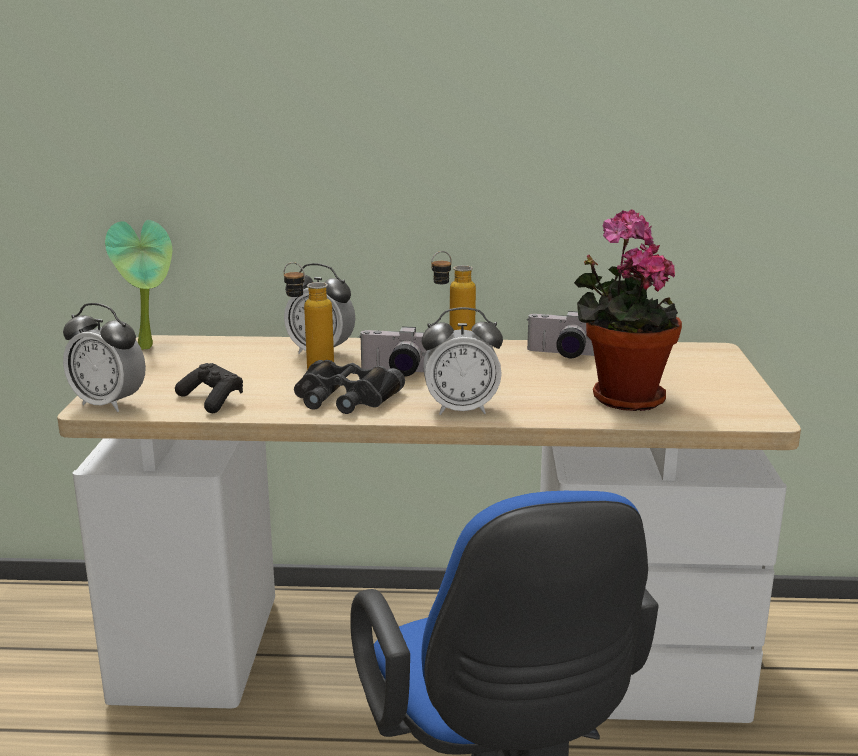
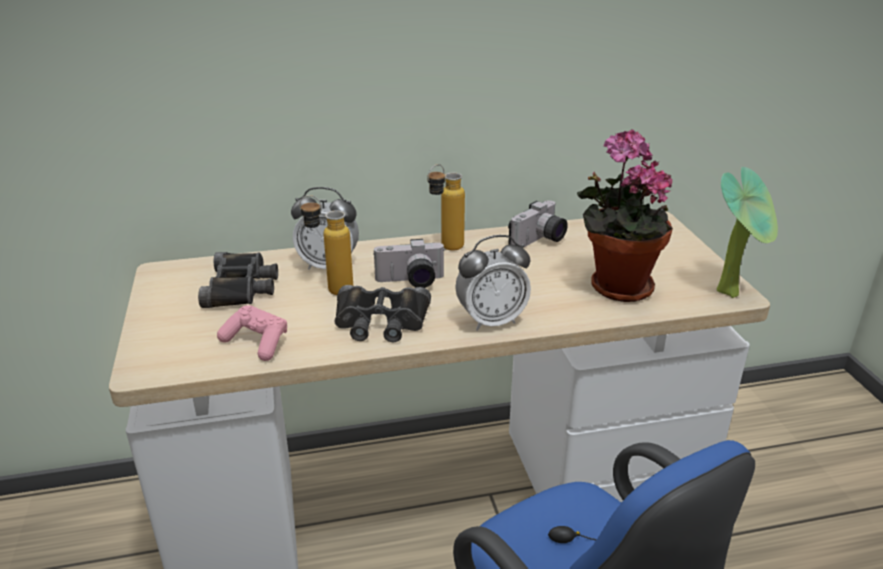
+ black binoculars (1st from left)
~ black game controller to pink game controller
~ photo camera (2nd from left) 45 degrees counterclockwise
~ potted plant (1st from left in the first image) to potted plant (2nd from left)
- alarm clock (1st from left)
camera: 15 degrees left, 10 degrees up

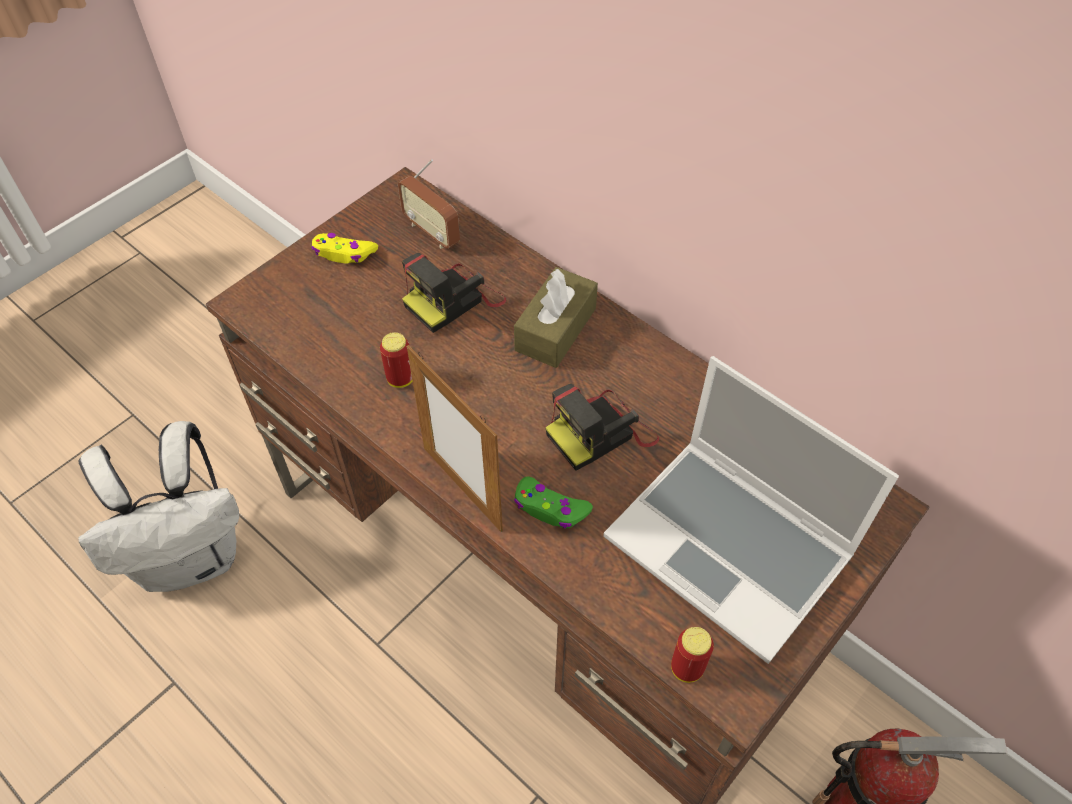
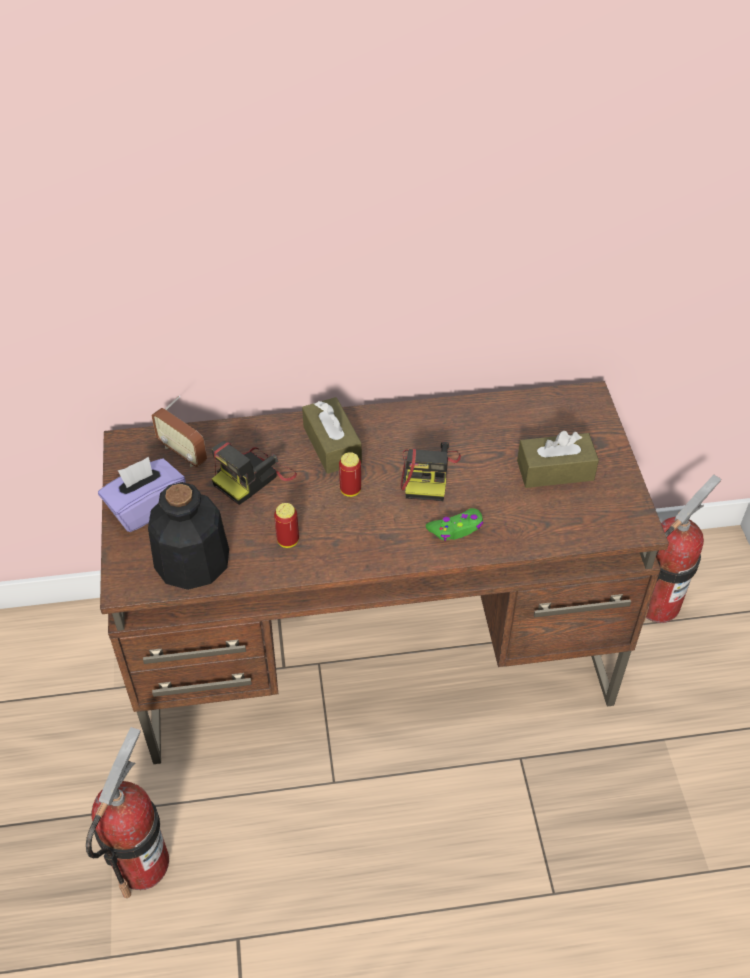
~ white backpack to fire extinguisher (1st from left)
~ yellow game controller to purple tissue box
+ bottle
~ radio 45 degrees clockwise
~ photo camera (1st from left) 45 degrees clockwise
~ can (2nd from left)
~ laptop to brown tissue box (2nd from left)
- picture frame
camera: 50 degrees left, 5 degrees down

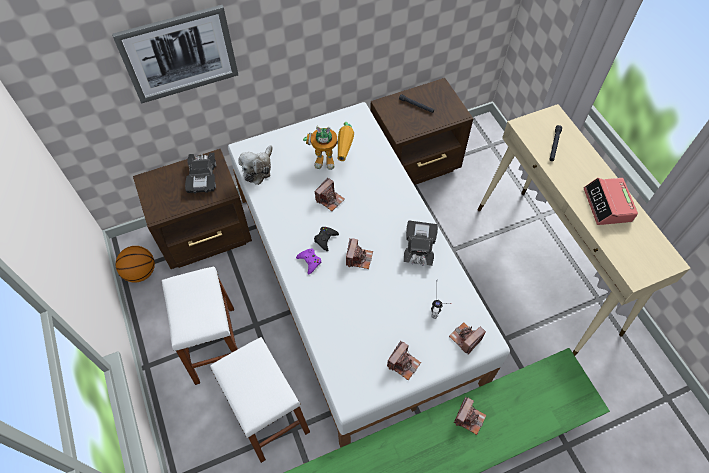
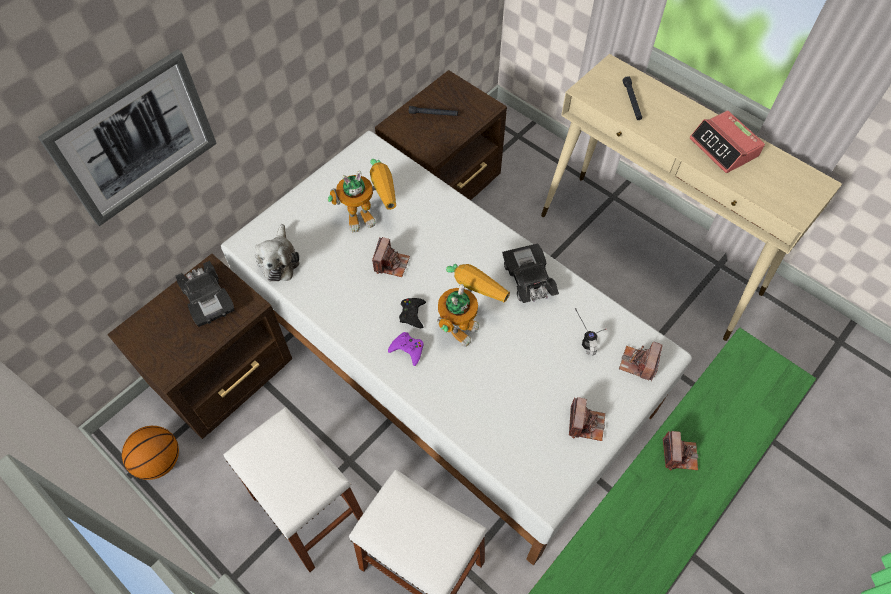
~ photo camera (2nd from left) to toy robot (2nd from left)
camera: 25 degrees left, 0 degrees up

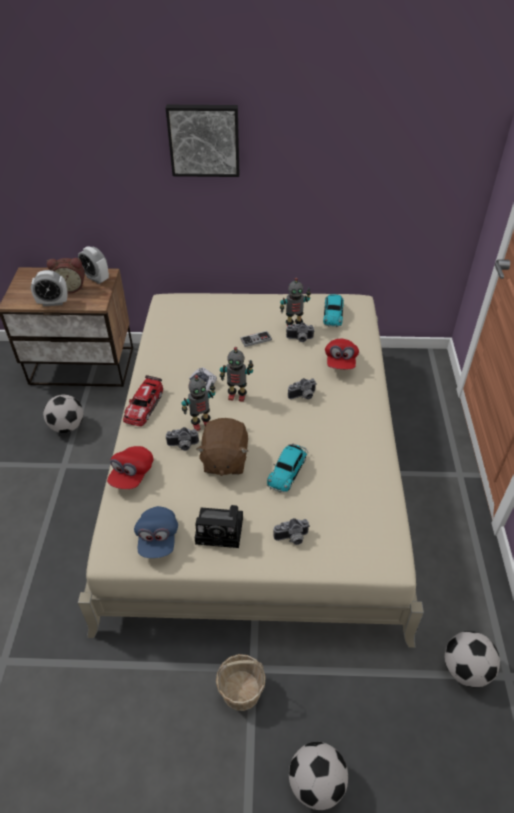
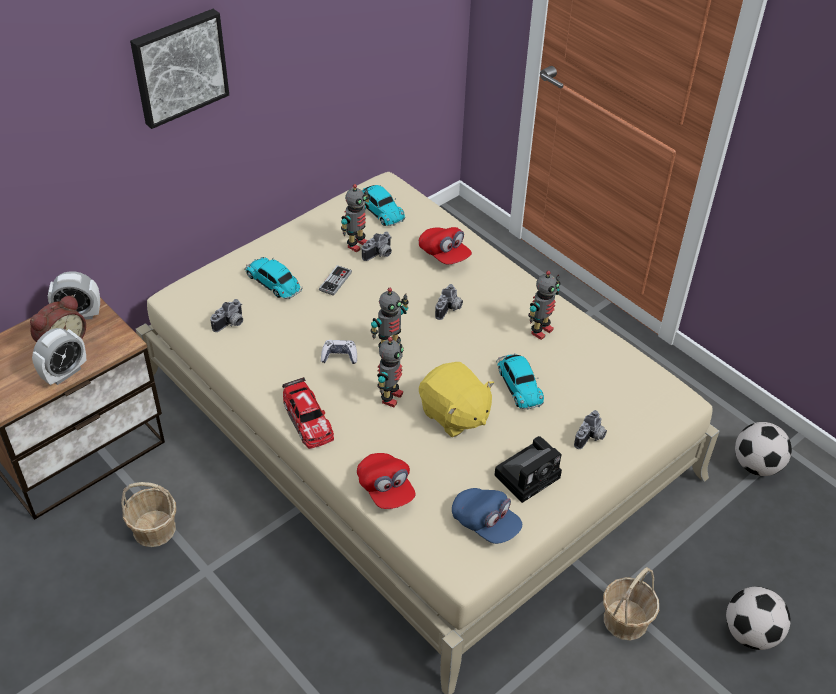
~ football (1st from left) to basket (1st from left)
~ photo camera (1st from left)
+ toy car (1st from left)
~ brown plush toy to yellow plush toy
+ toy robot (4th from left)
camera: 45 degrees left, 0 degrees up

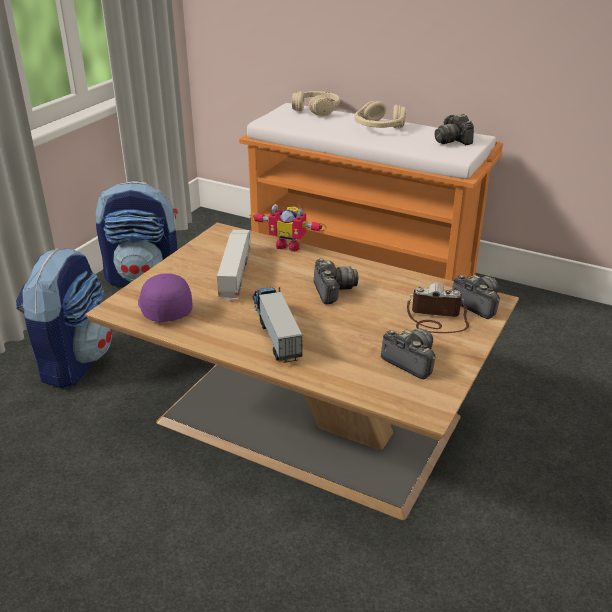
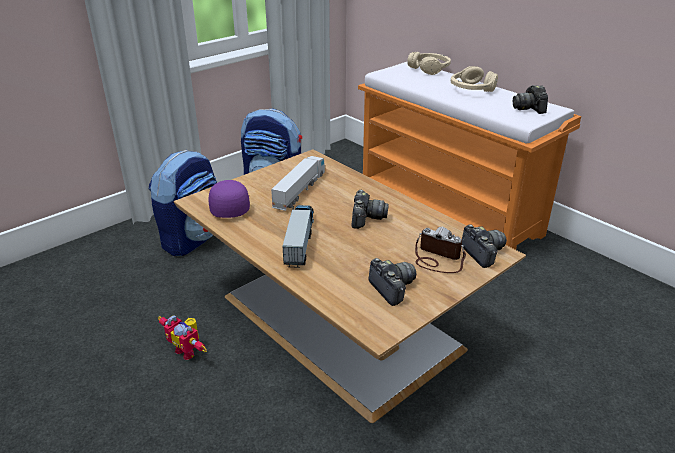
~ toy robot
camera: 20 degrees right, 0 degrees up

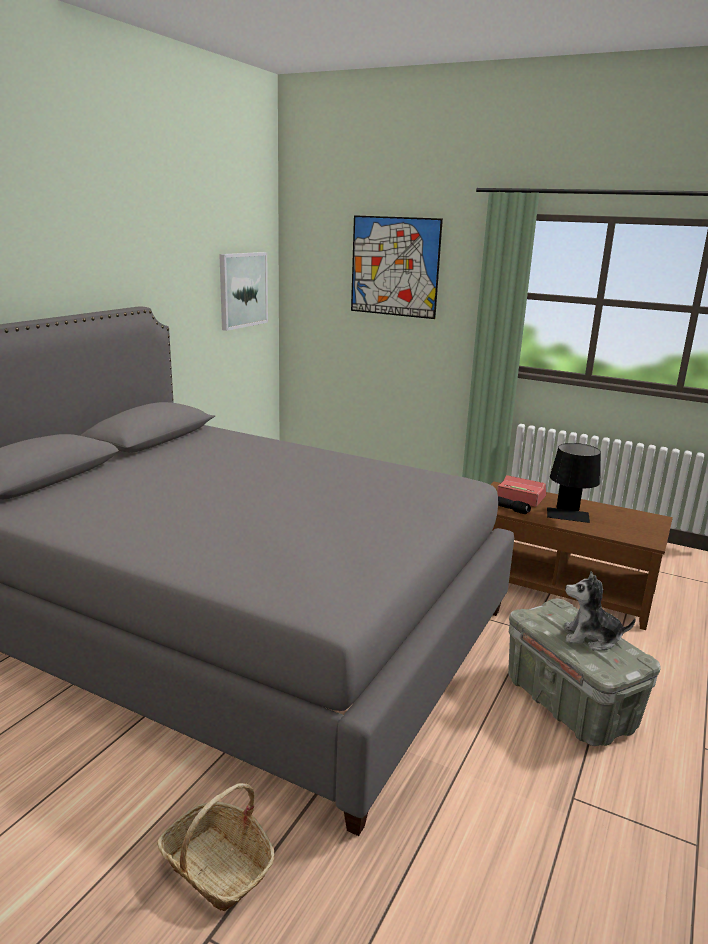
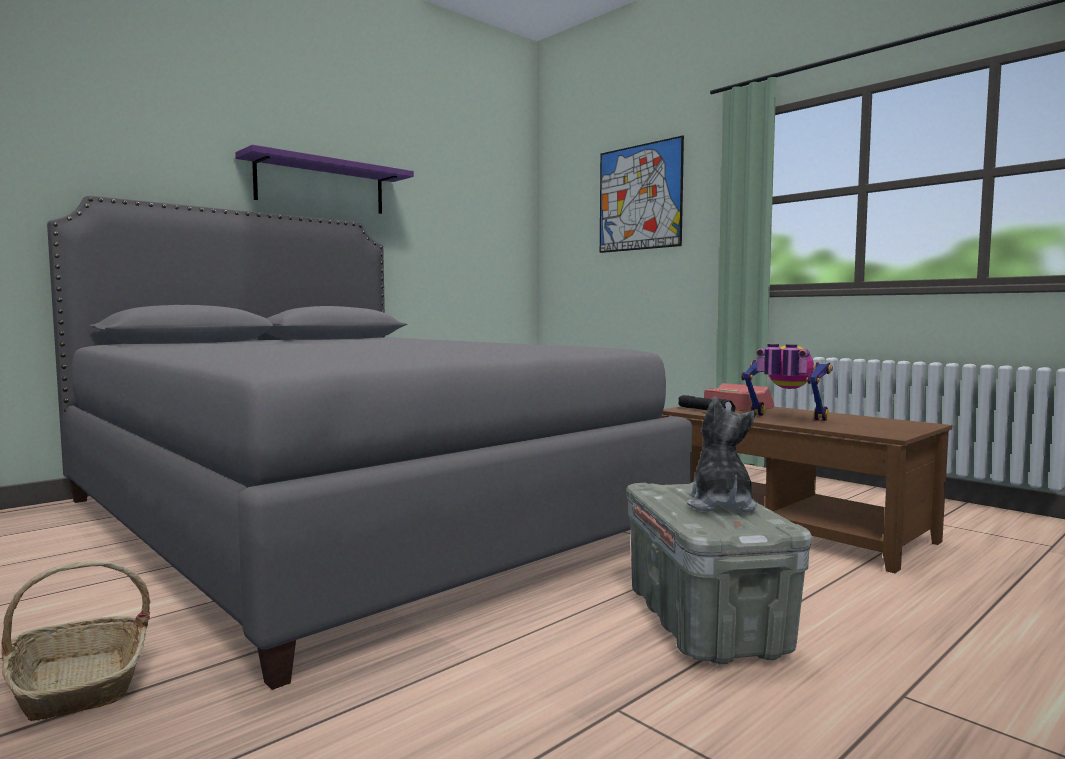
+ purple shelf
~ plush toy 60 degrees clockwise
~ black table lamp to toy robot
- picture (1st from left)
camera: 20 degrees right, 15 degrees down

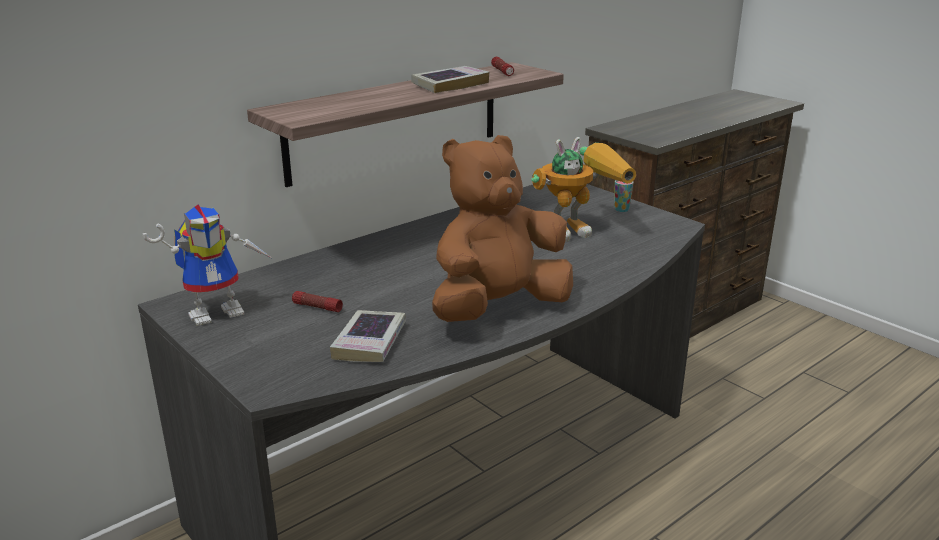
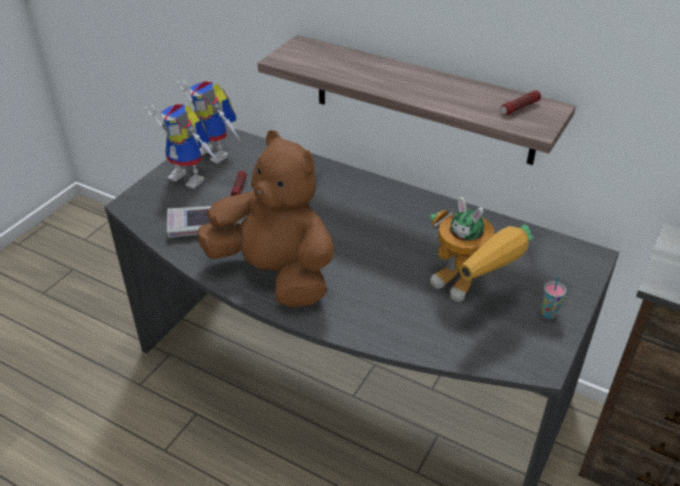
+ toy robot (1st from left)
- book (2nd from left)
camera: 70 degrees right, 15 degrees up

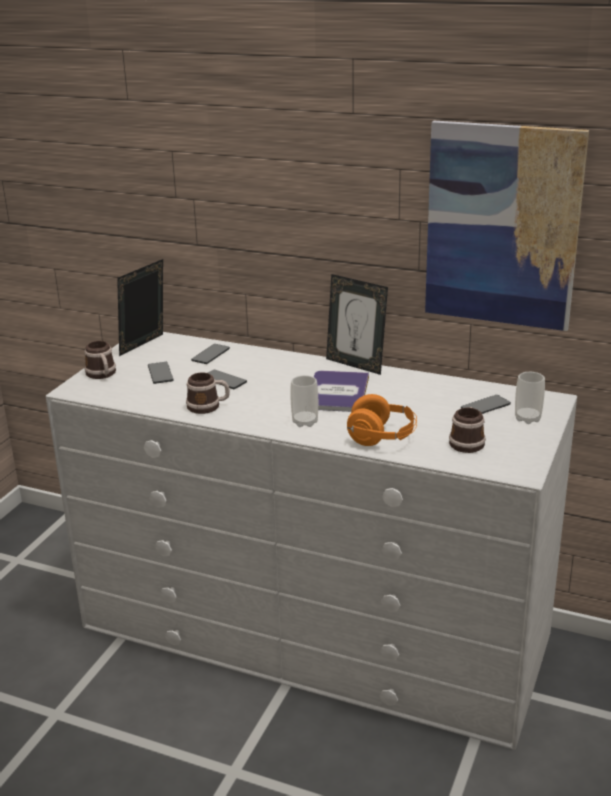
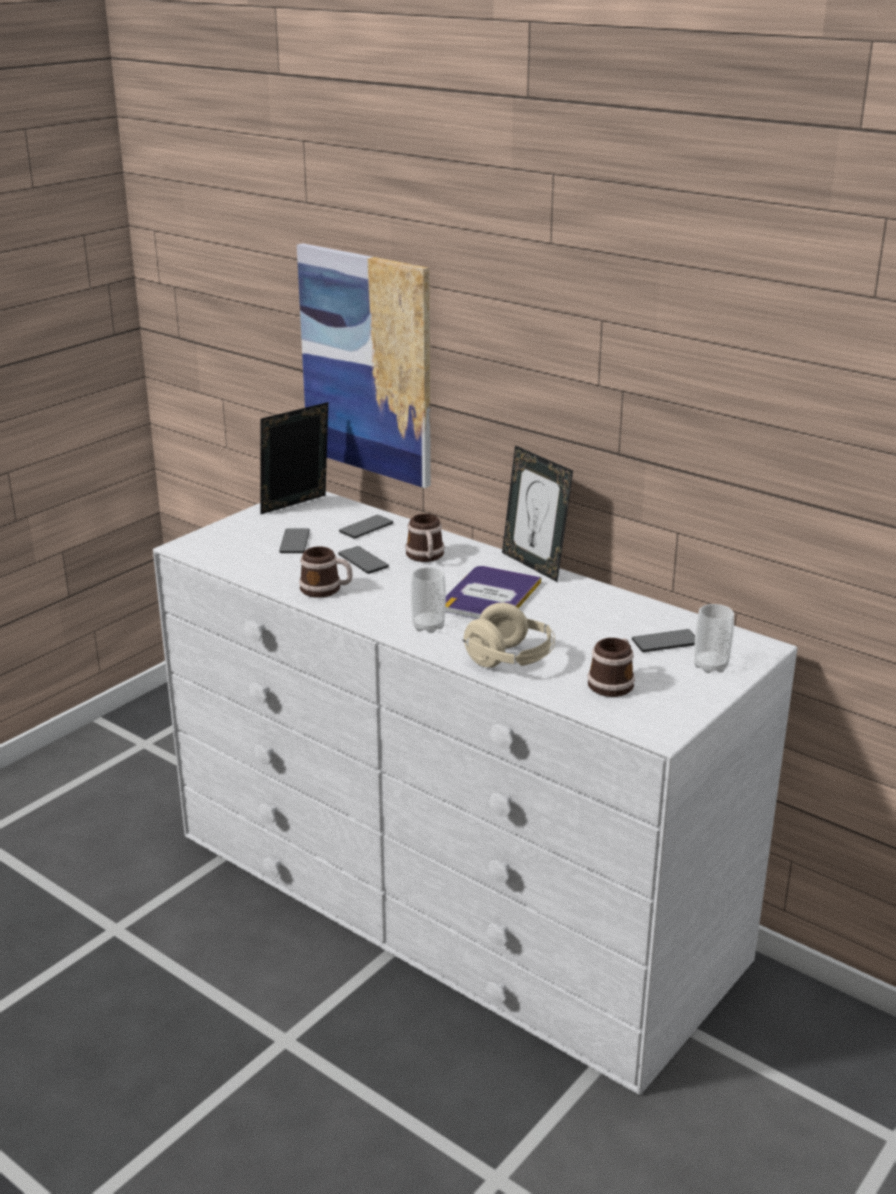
~ picture
~ mug (1st from left in the first image) to mug (2nd from left)
~ orange headphones to beige headphones
camera: 15 degrees right, 0 degrees up

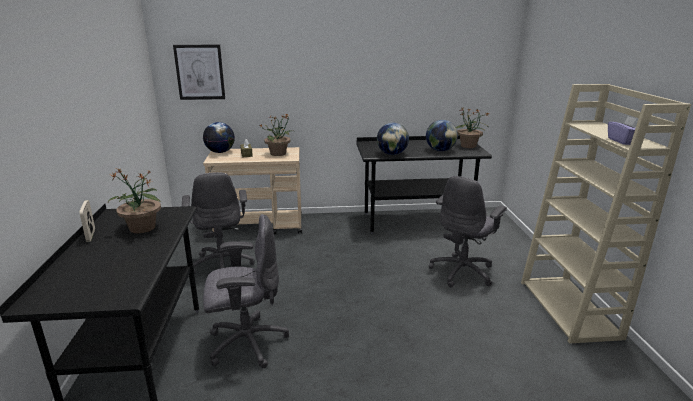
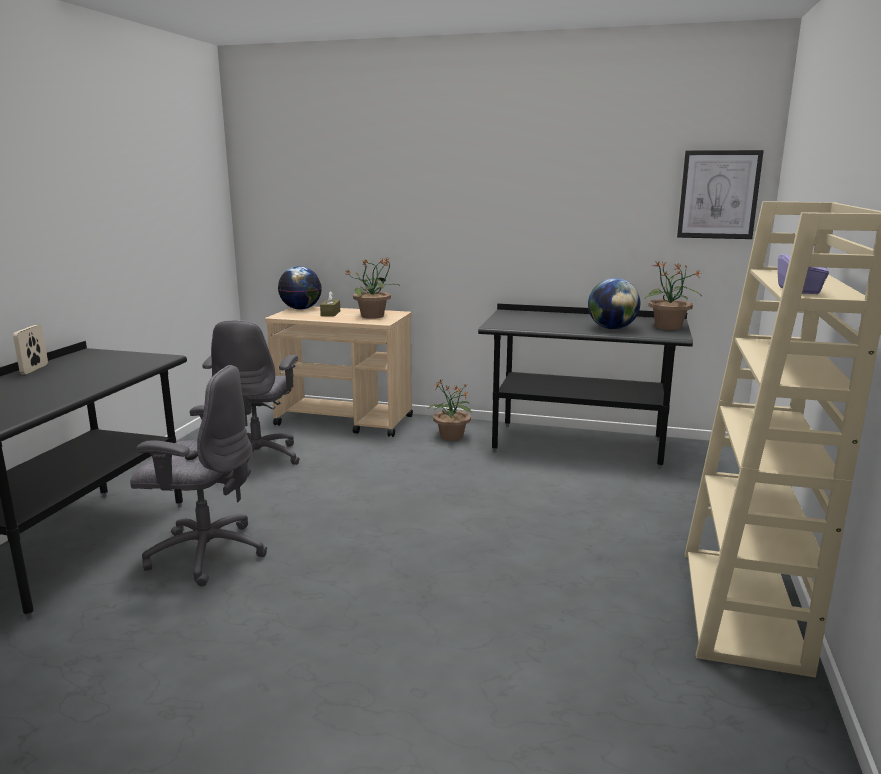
~ potted plant (1st from left in the first image) to potted plant (2nd from left)
~ picture
- globe (2nd from left)
- grey office chair (3rd from left)
camera: 20 degrees right, 5 degrees down

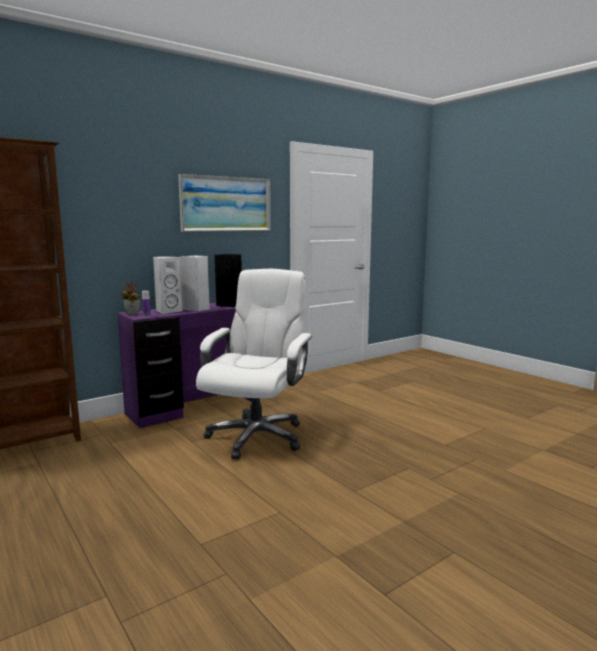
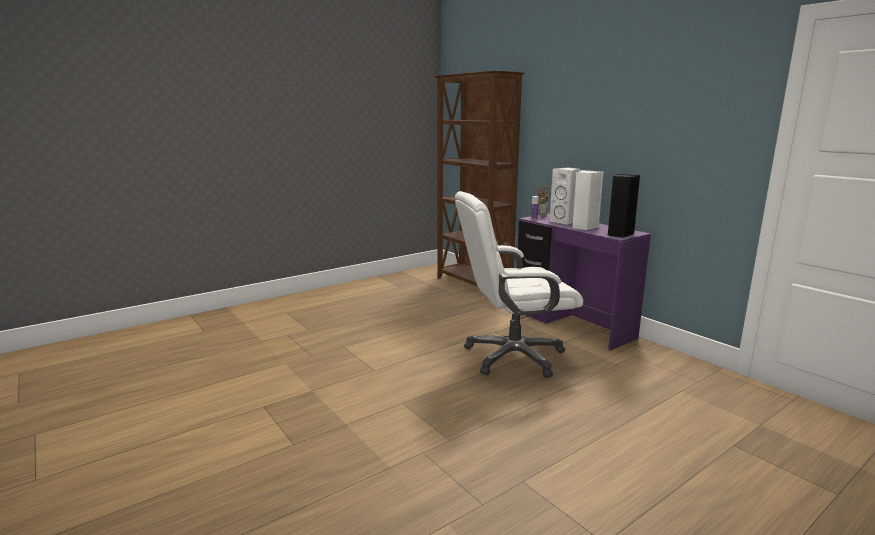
~ white office chair 150 degrees clockwise
- picture
camera: 90 degrees right, 5 degrees up

